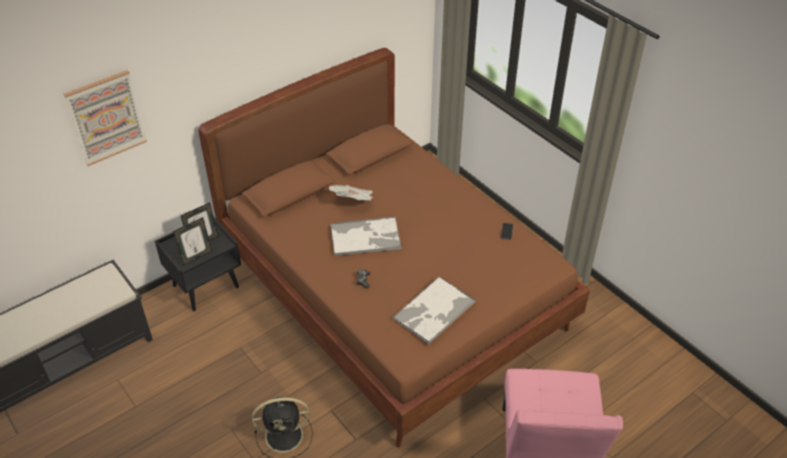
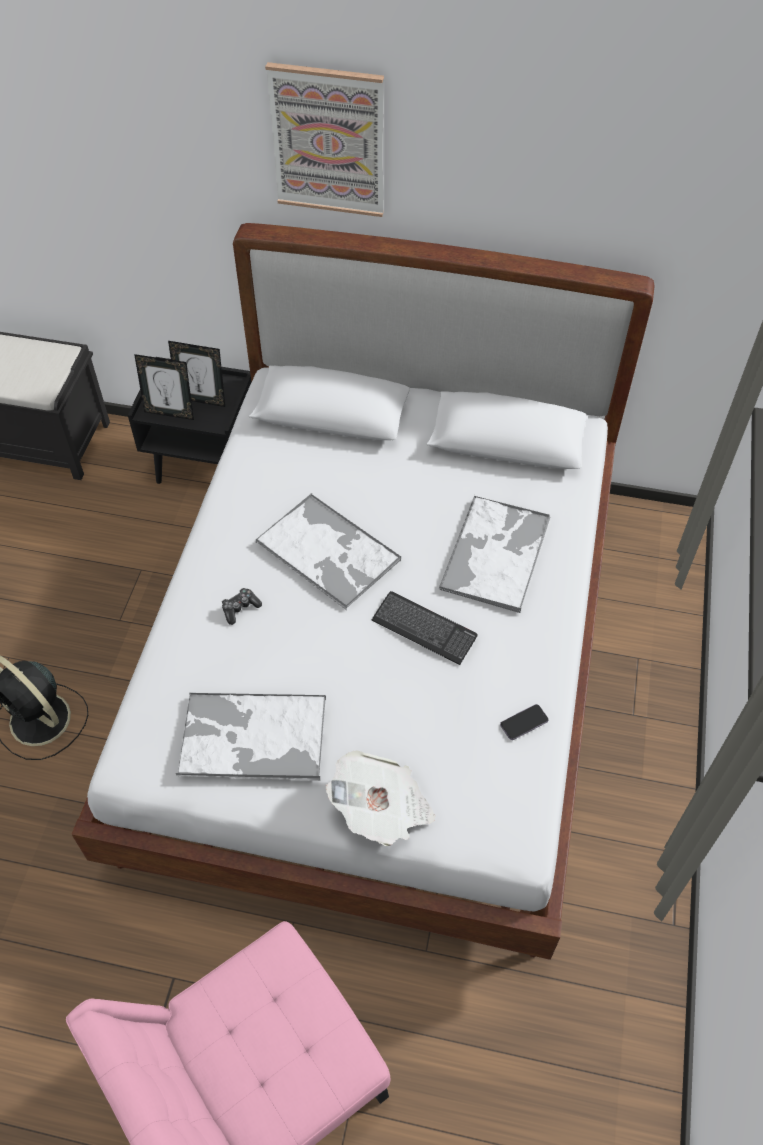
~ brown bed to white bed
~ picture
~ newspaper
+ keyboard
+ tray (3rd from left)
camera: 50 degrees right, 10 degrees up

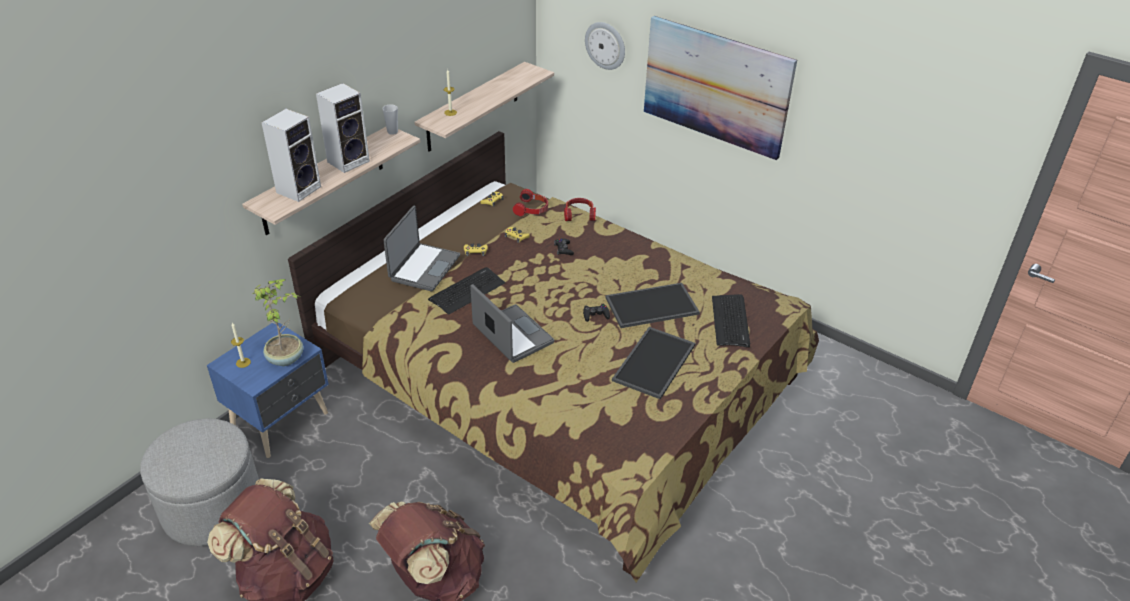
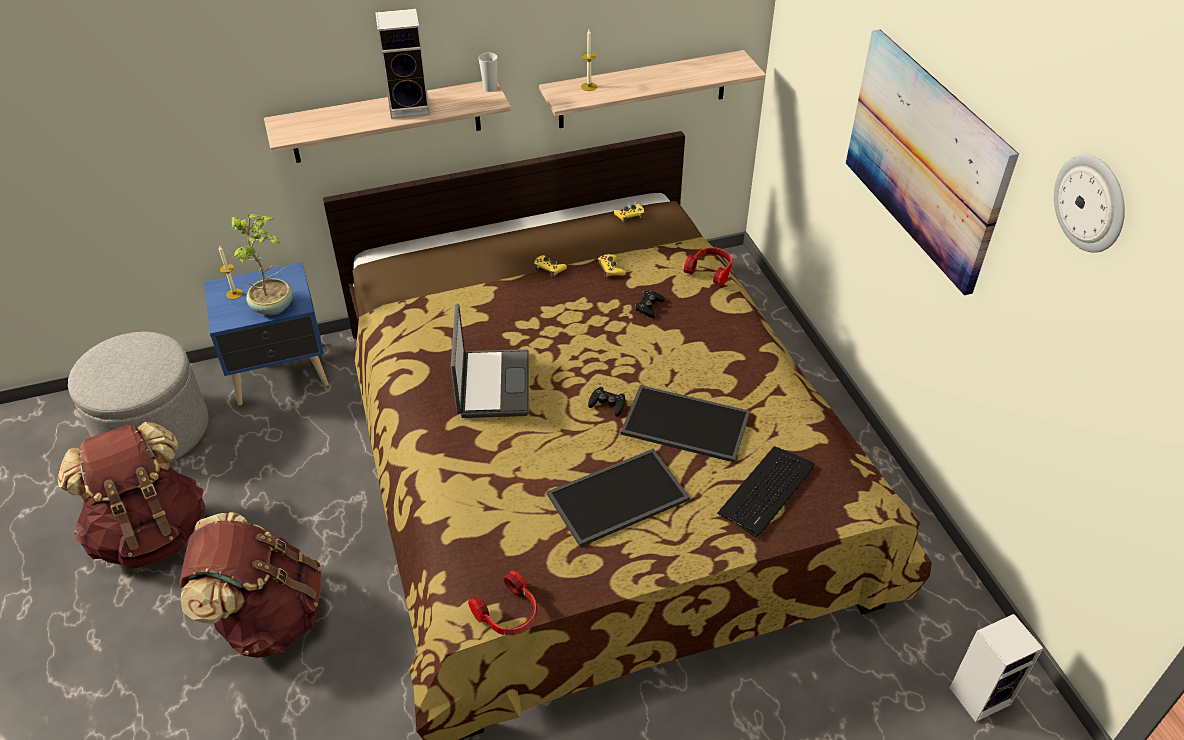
~ headphones (1st from left)
~ speaker (1st from left in the first image) to speaker (2nd from left)
~ wall clock
- laptop (1st from left)
- keyboard (1st from left)
camera: 35 degrees right, 5 degrees up

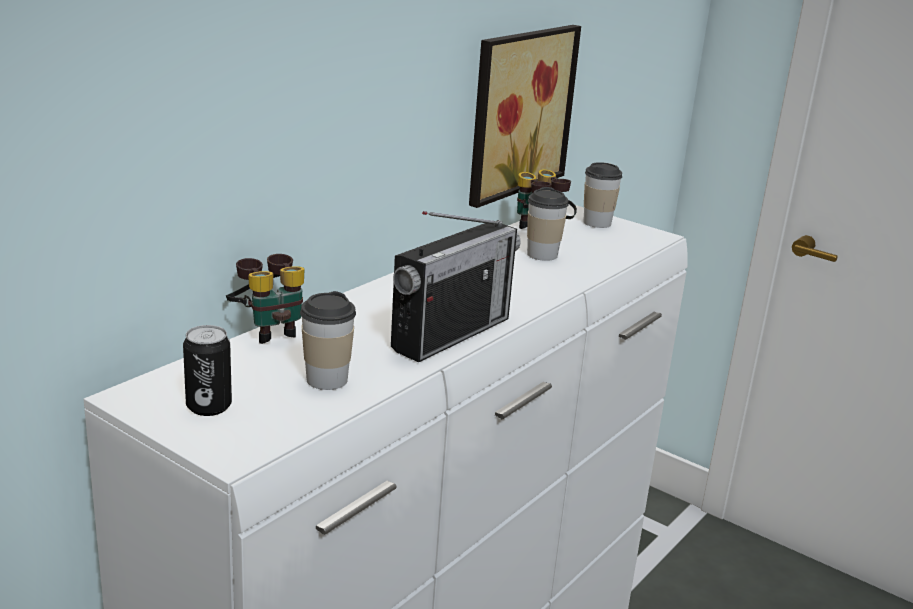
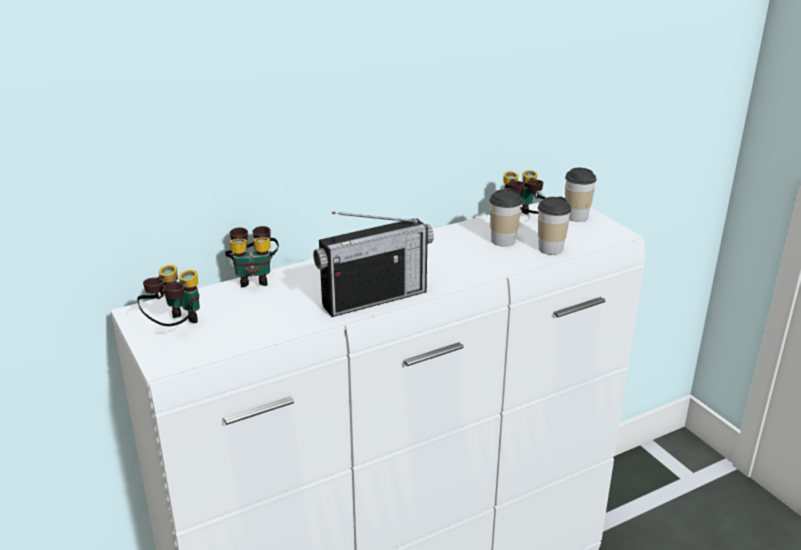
~ can to binoculars (1st from left)
~ cup (1st from left in the first image) to cup (2nd from left)
- picture
camera: 25 degrees right, 5 degrees up

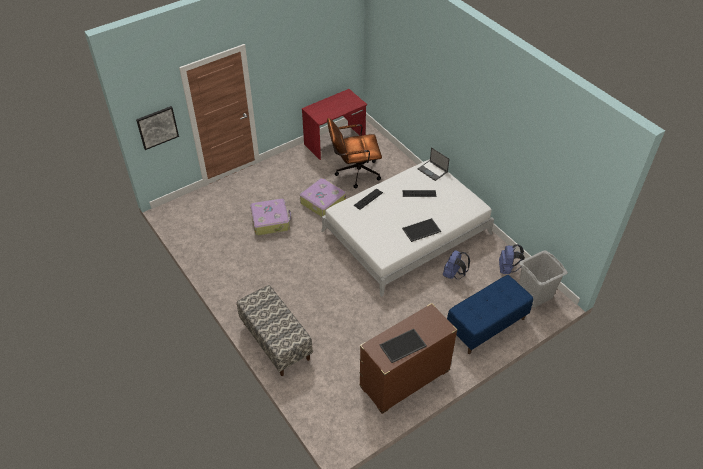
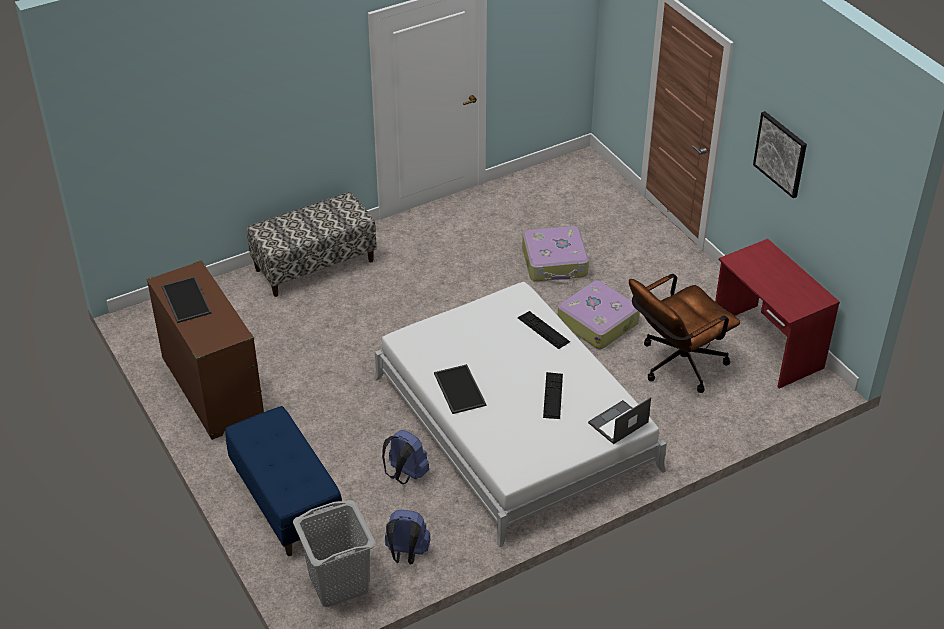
~ brown office chair 120 degrees counterclockwise
~ picture
camera: 95 degrees right, 5 degrees down

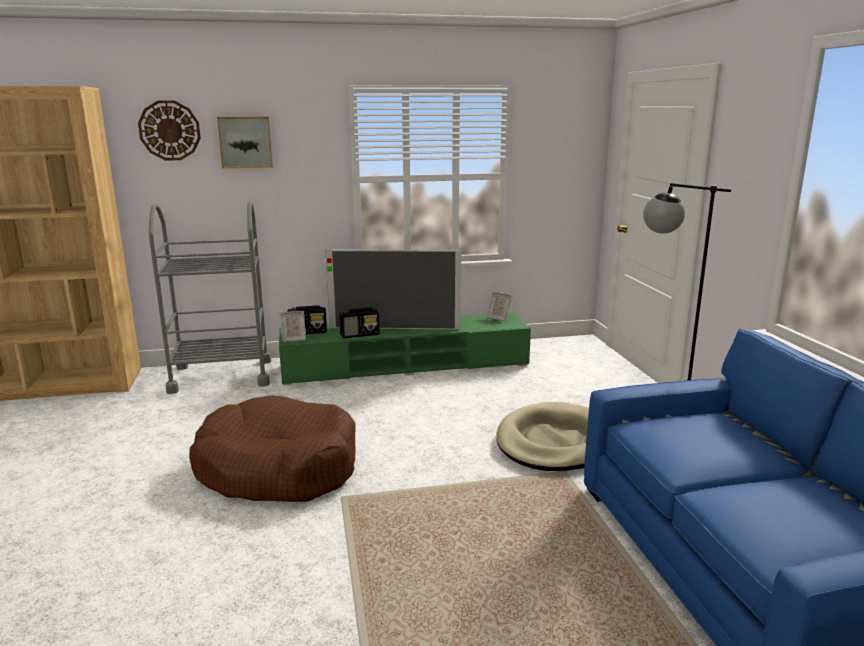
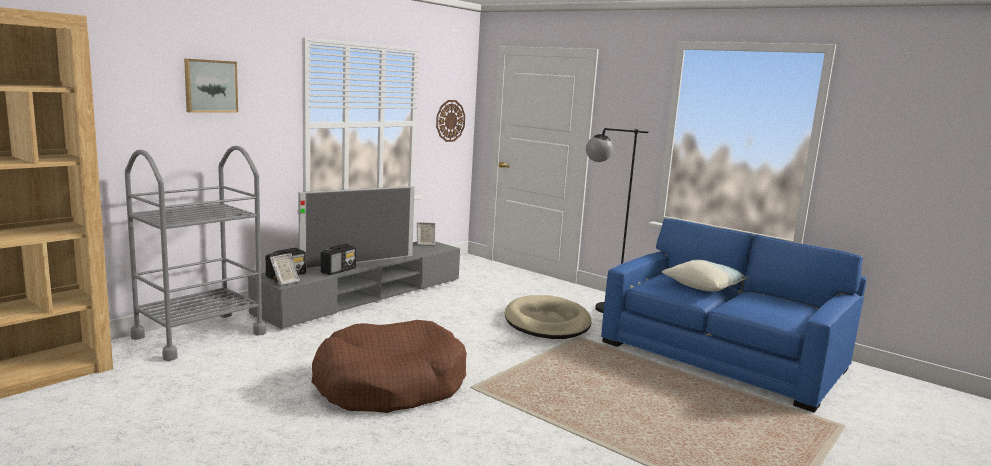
~ green tv stand to grey tv stand
~ wall clock
+ pillow
camera: 40 degrees left, 5 degrees down

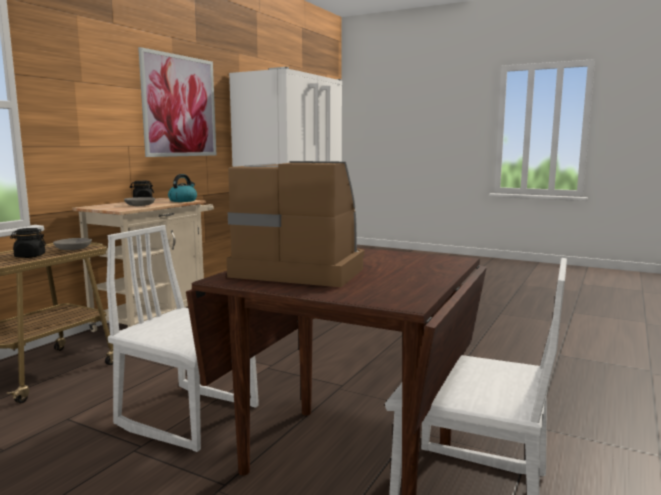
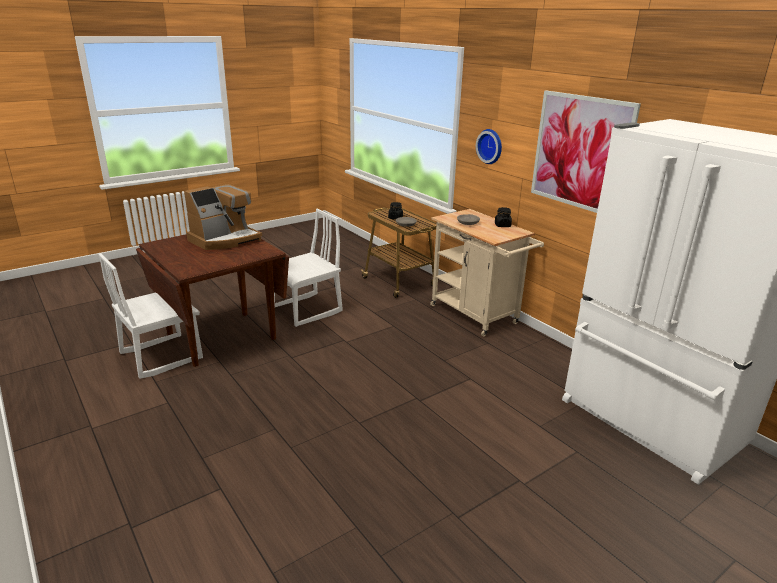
+ wall clock
- kettle
camera: 115 degrees right, 15 degrees up

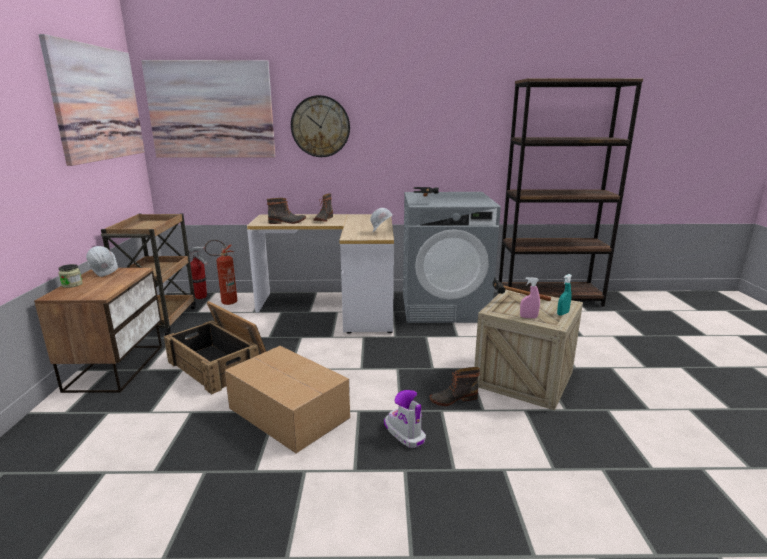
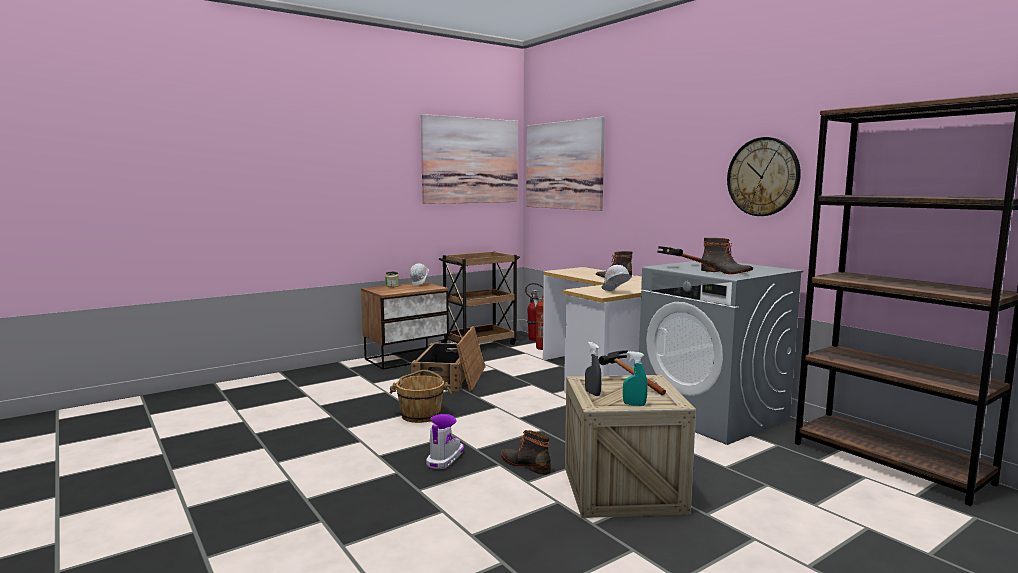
~ cardboard box to brown bucket
~ pink spray bottle to grey spray bottle
~ boot (1st from left in the first image) to boot (4th from left)
~ wall clock
camera: 55 degrees right, 10 degrees down

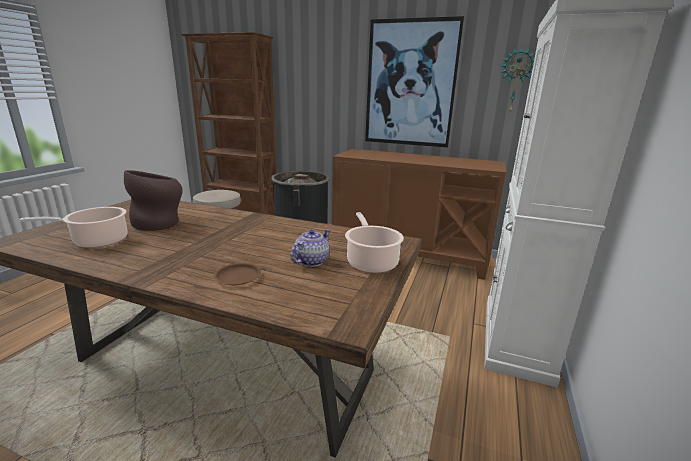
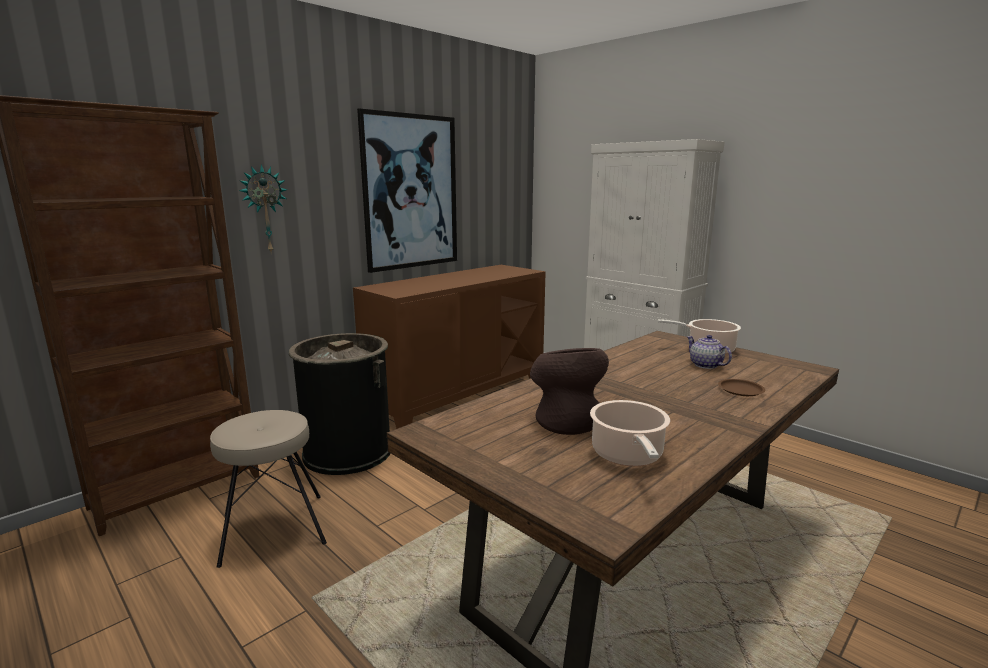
~ wall clock
camera: 65 degrees left, 5 degrees down

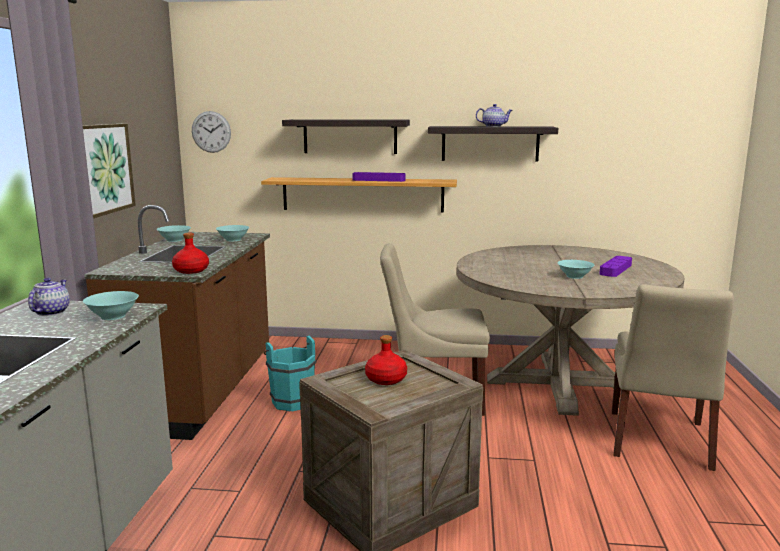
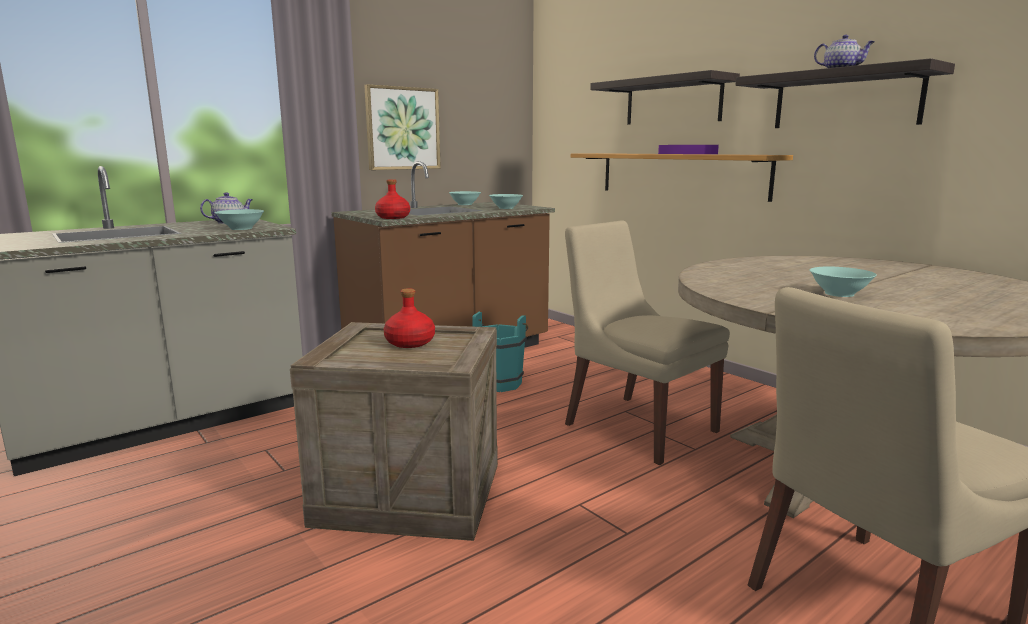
- wall clock
- purple tray (2nd from left)
camera: 45 degrees right, 0 degrees up

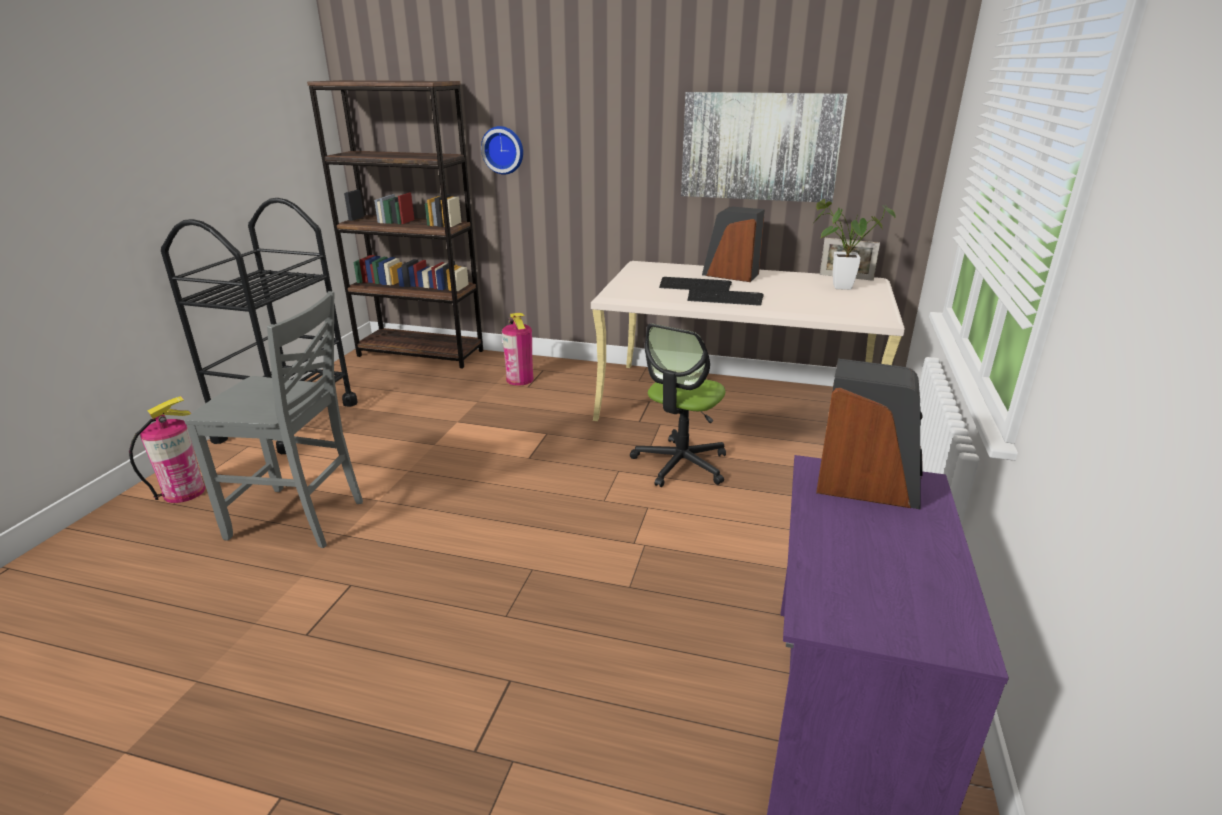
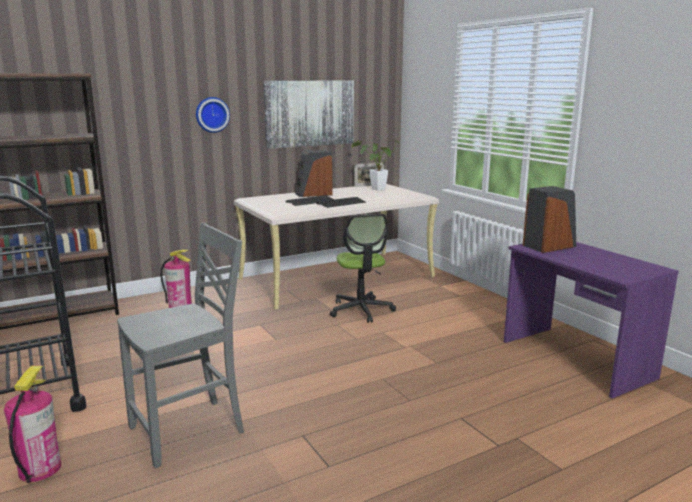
~ wall clock
camera: 45 degrees left, 10 degrees down

